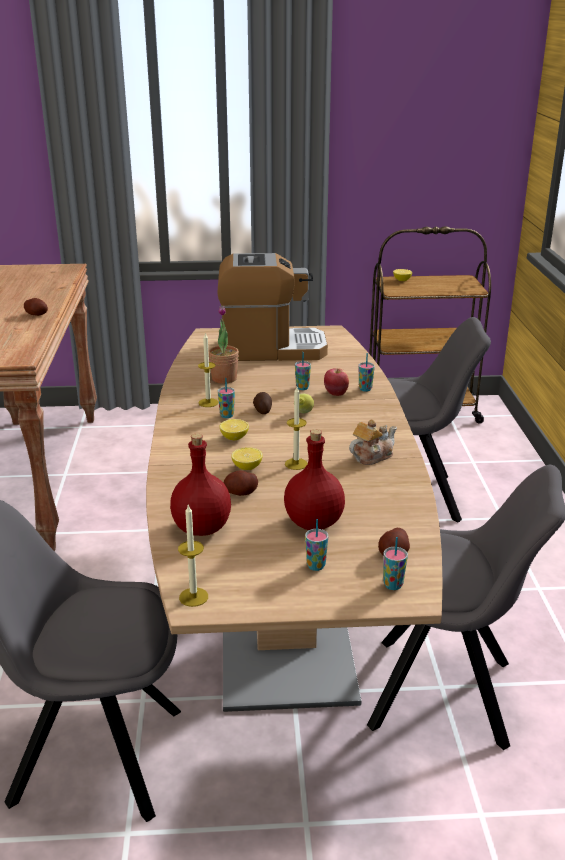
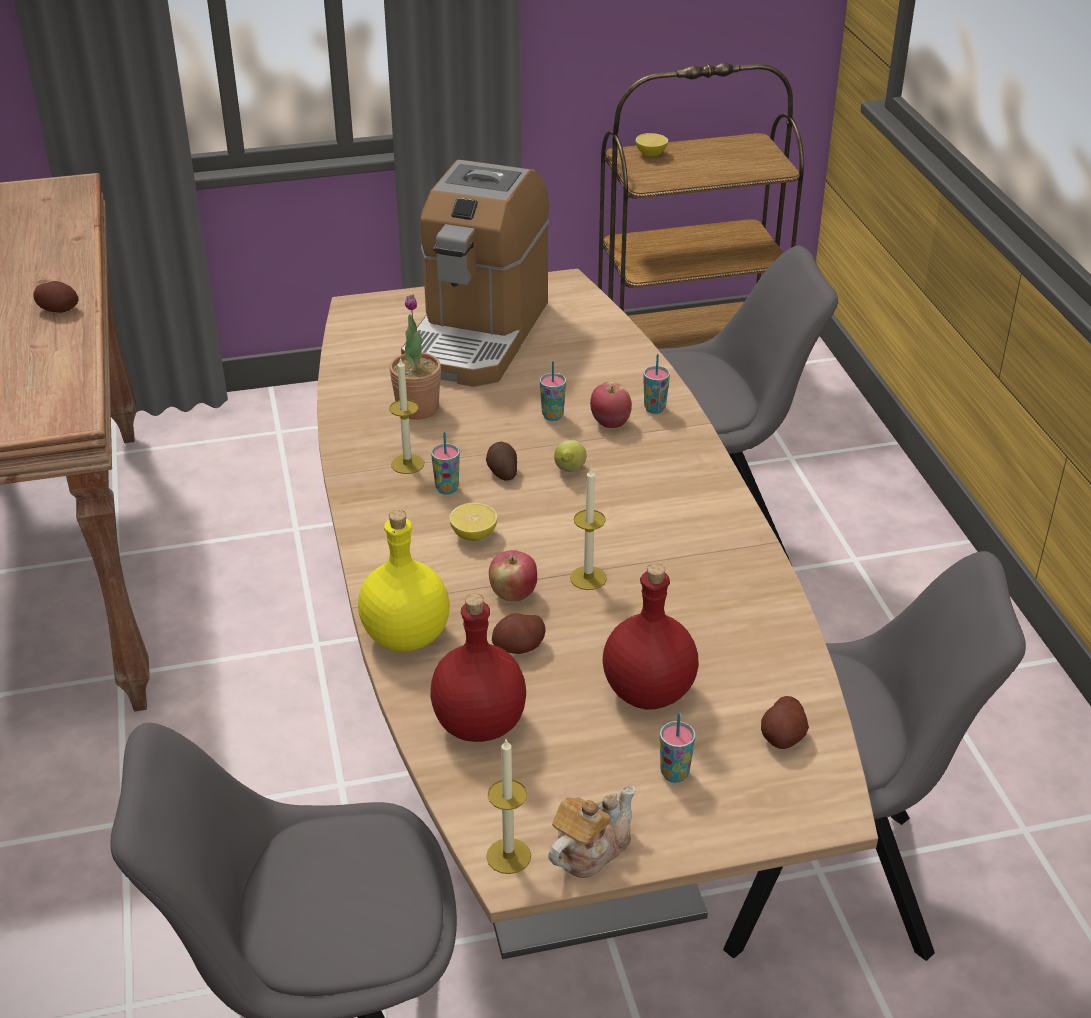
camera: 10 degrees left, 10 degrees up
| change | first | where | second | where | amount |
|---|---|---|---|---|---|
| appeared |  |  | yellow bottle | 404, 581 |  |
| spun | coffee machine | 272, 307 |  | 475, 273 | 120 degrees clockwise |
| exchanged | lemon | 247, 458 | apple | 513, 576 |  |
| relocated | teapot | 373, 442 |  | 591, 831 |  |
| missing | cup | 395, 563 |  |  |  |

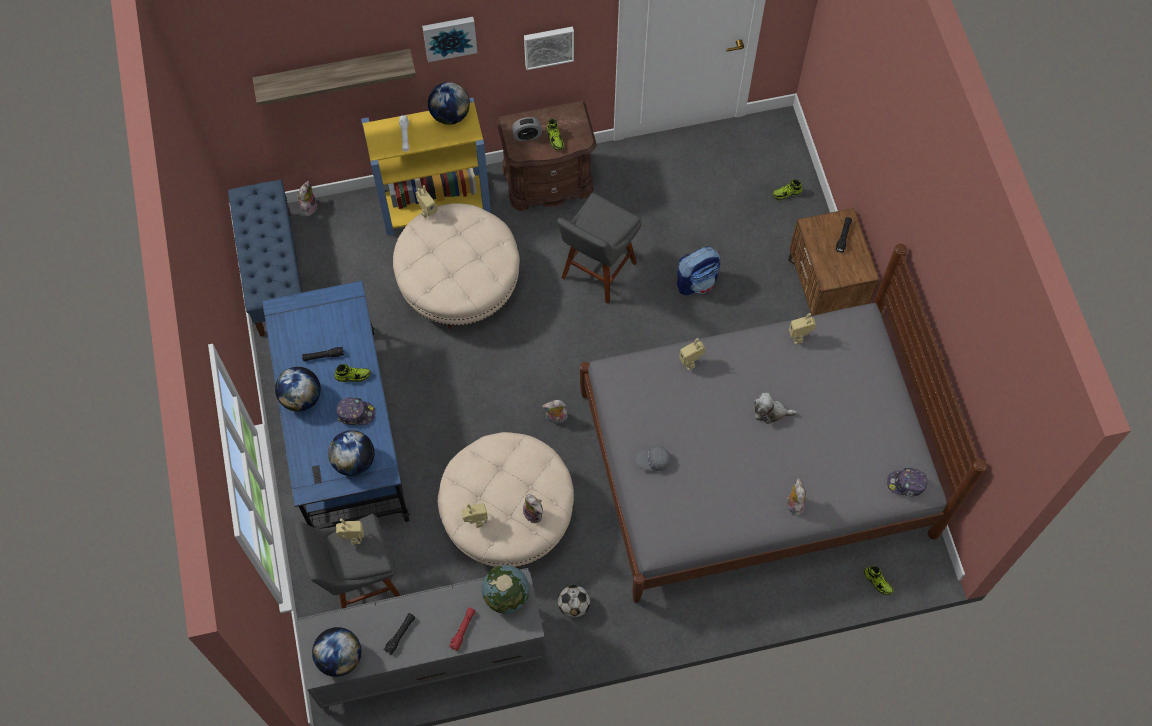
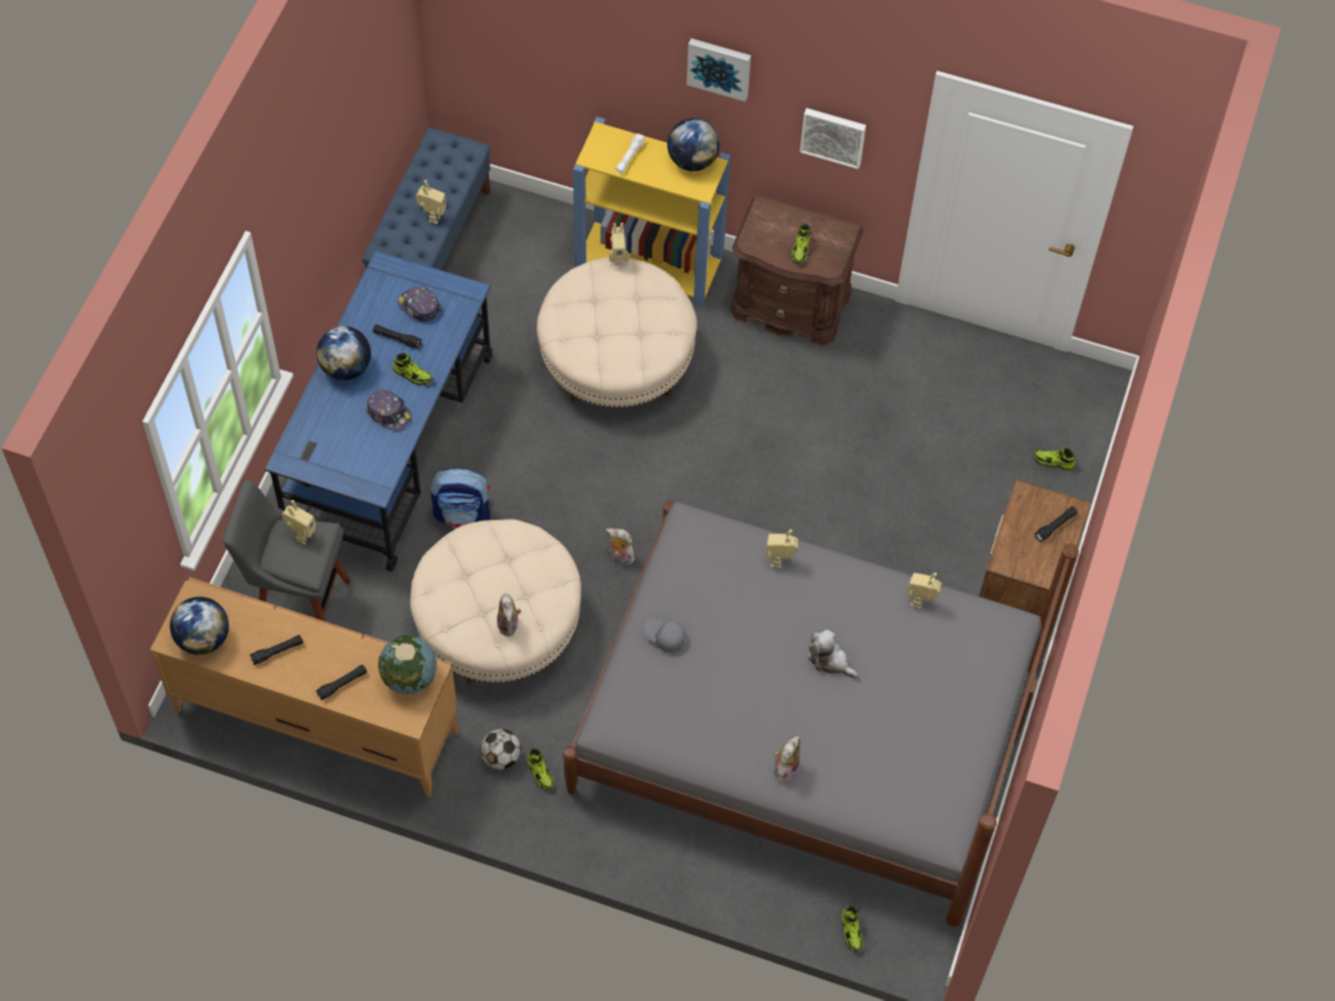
camera: 30 degrees right, 5 degrees down
| change | first | where | second | where | amount |
|---|---|---|---|---|---|
| colour | grey dresser | 421, 640 | brown dresser | 304, 687 |  |
| colour | red flashlight | 462, 629 | black flashlight | 341, 682 |  |
| relocated | cap | 907, 482 |  | 420, 304 |  |
| relocated | toy robot | 474, 515 |  | 431, 202 |  |
| relocated | backpack | 698, 270 |  | 460, 498 |  |
| appeared |  |  | shoe | 541, 769 |  |
| missing | shelf | 334, 77 |  |  |  |
| missing | plush toy | 307, 198 |  |  |  |
| missing | globe | 351, 453 |  |  |  |
| missing | alarm clock | 527, 129 |  |  |  |
| missing | grey stool | 599, 248 |  |  |  |

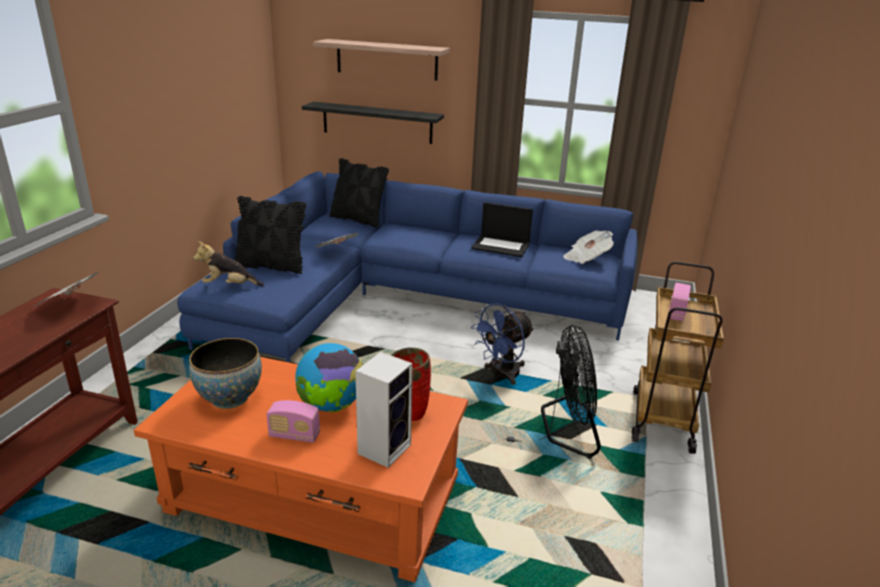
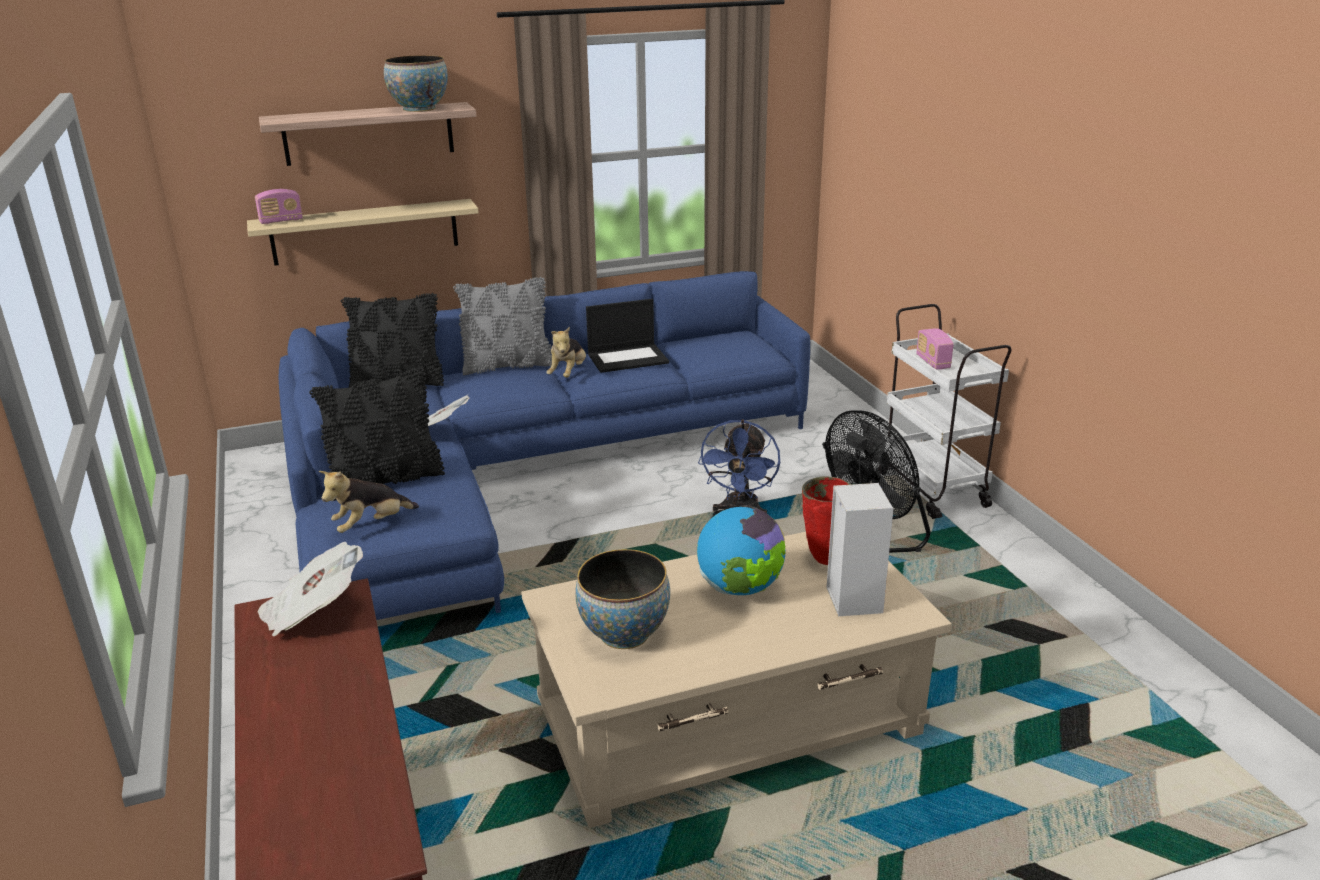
camera: 35 degrees left, 0 degrees up
| change | first | where | second | where | amount |
|---|---|---|---|---|---|
| colour | black shelf | 373, 123 | beige shelf | 363, 232 |  |
| relocated | radio | 293, 421 |  | 279, 206 |  |
| appeared |  |  | bowl | 416, 83 |  |
| appeared |  |  | grey pillow | 502, 326 |  |
| colour | orange coffee table | 301, 469 | beige coffee table | 736, 680 |  |
| appeared |  |  | plush toy | 566, 352 |  |
| colour | brown cart | 677, 358 | white cart | 944, 411 |  |
| missing | newspaper | 588, 247 |  |  |  |

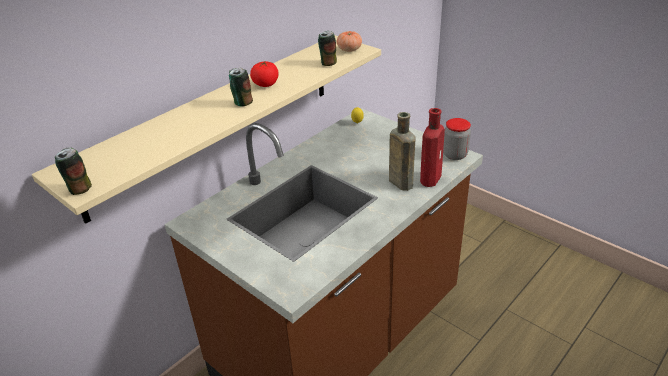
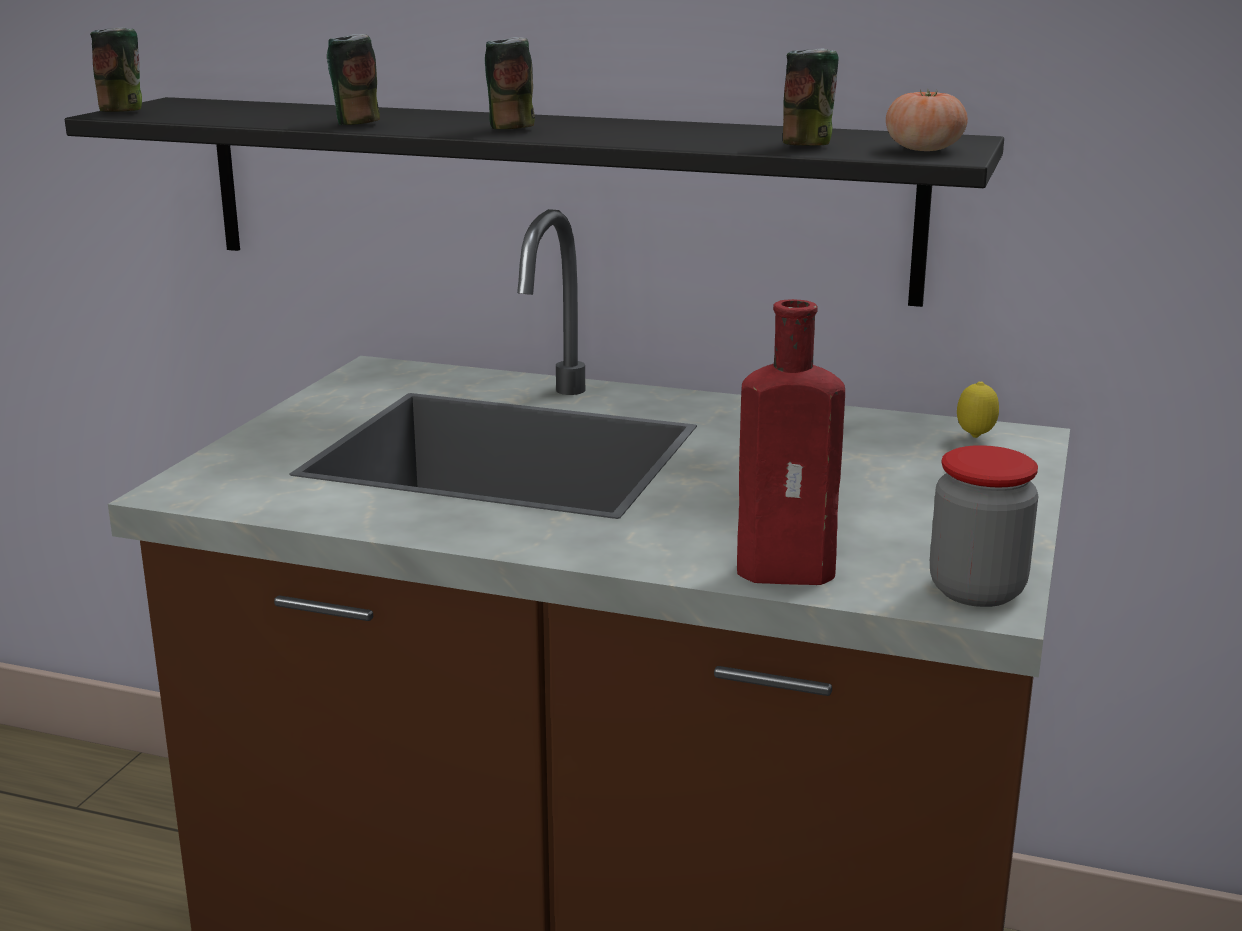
camera: 65 degrees right, 15 degrees down
| change | first | where | second | where | amount |
|---|---|---|---|---|---|
| colour | beige shelf | 206, 129 | black shelf | 534, 202 |  |
| appeared |  |  | can | 353, 79 |  |
| missing | tomato | 264, 74 |  |  |  |
| missing | brown bottle | 402, 151 |  |  |  |

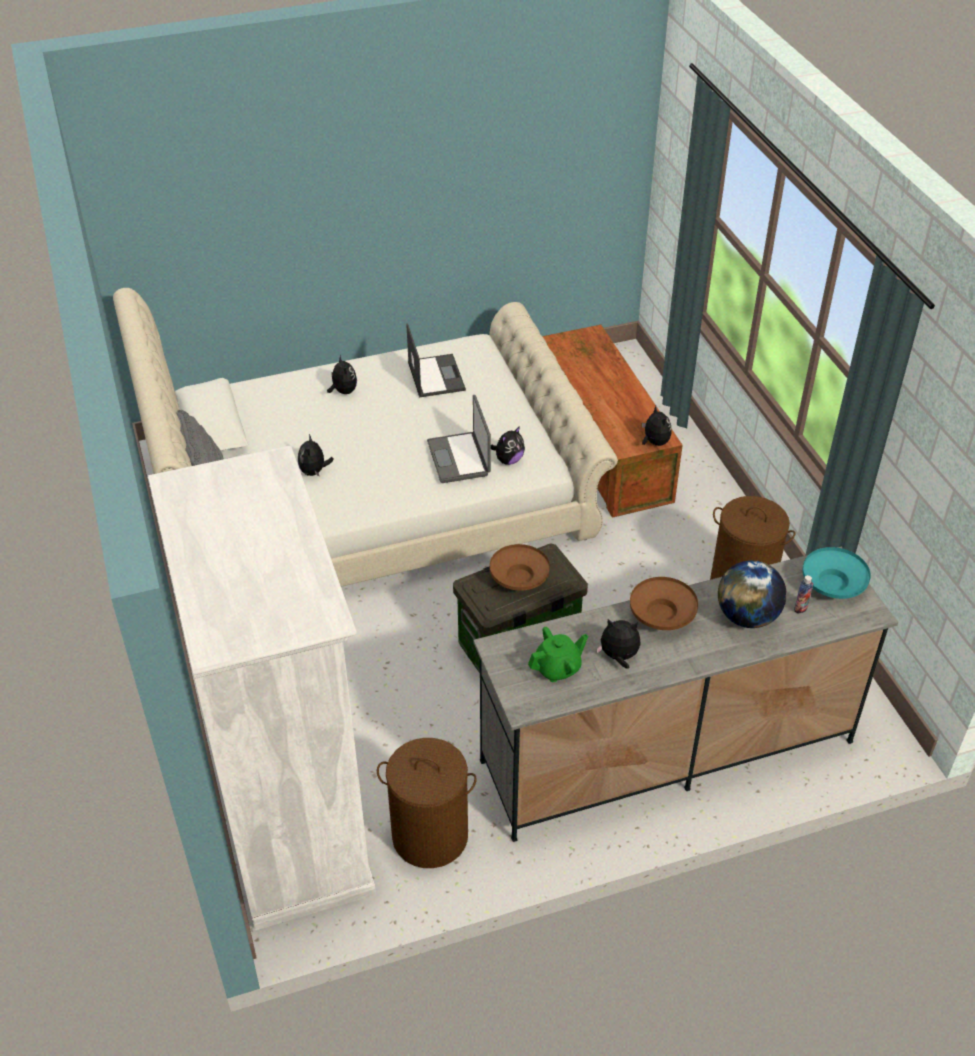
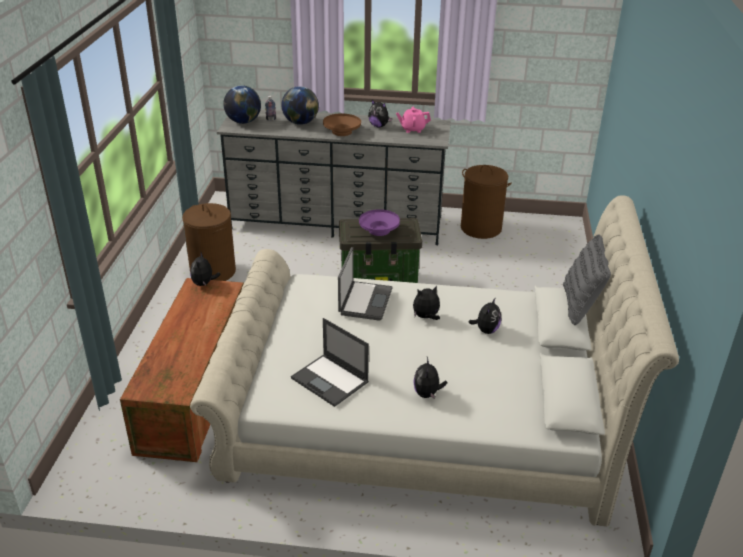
camera: 155 degrees left, 10 degrees down
| change | first | where | second | where | amount |
|---|---|---|---|---|---|
| exchanged | turquoise bowl | 837, 573 | globe | 242, 104 |  |
| spun | laptop | 436, 360 |  | 330, 362 | 60 degrees counterclockwise |
| colour | brown bowl | 520, 567 | purple bowl | 379, 222 |  |
| colour | green teapot | 558, 654 | pink teapot | 413, 120 |  |
| relocated | plush toy | 508, 445 |  | 426, 303 |  |
| missing | white wardrobe | 262, 688 |  |  |  |

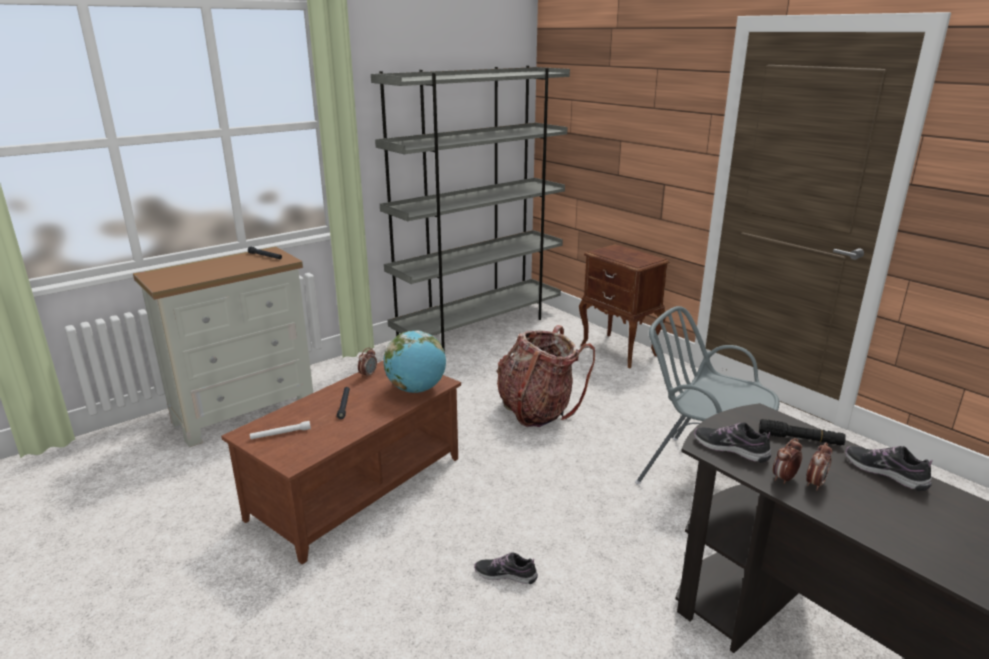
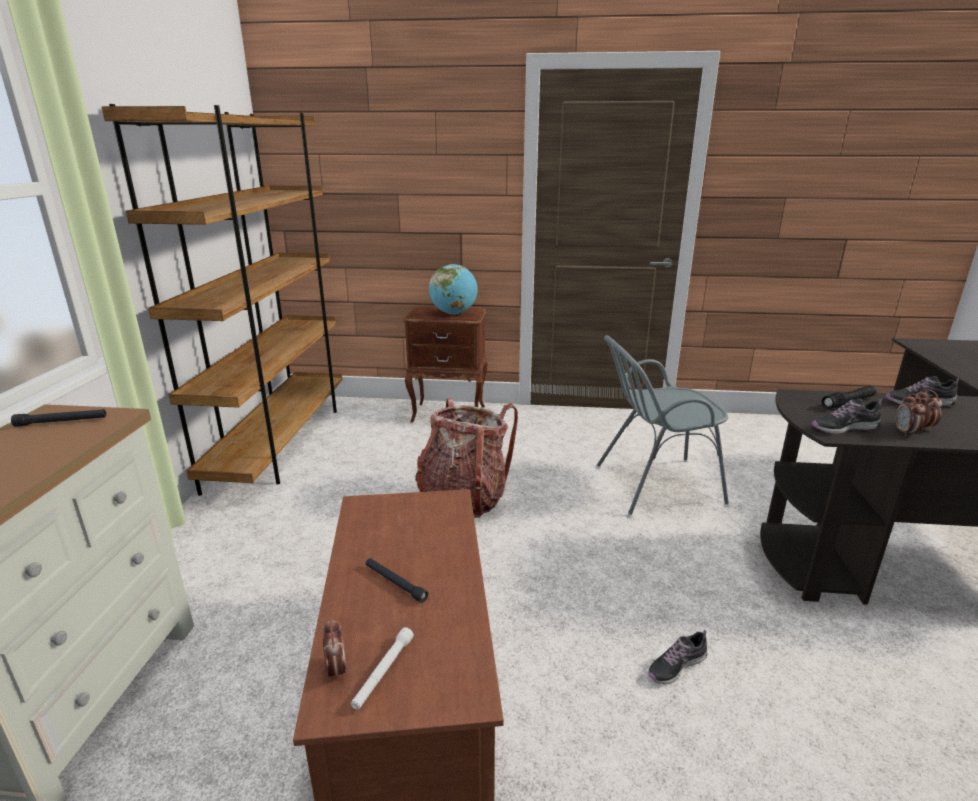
camera: 45 degrees left, 0 degrees up
| change | first | where | second | where | amount |
|---|---|---|---|---|---|
| colour | grey bookcase | 470, 208 | brown bookcase | 222, 300 |  |
| relocated | alarm clock | 367, 363 |  | 335, 649 |  |
| relocated | globe | 415, 362 |  | 453, 289 |  |

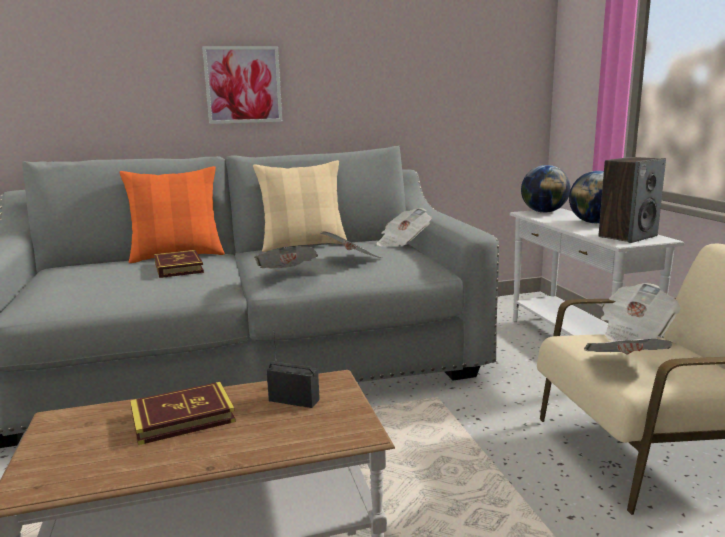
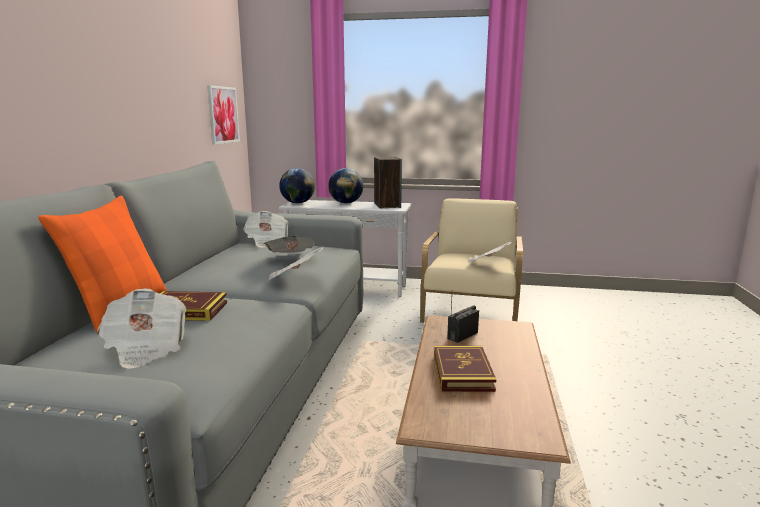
camera: 65 degrees left, 0 degrees up
| change | first | where | second | where | amount |
|---|---|---|---|---|---|
| relocated | newspaper | 640, 312 |  | 141, 329 |  |
| relocated | picture | 242, 85 |  | 223, 115 |  |
| missing | beige pillow | 300, 206 |  |  |  |

